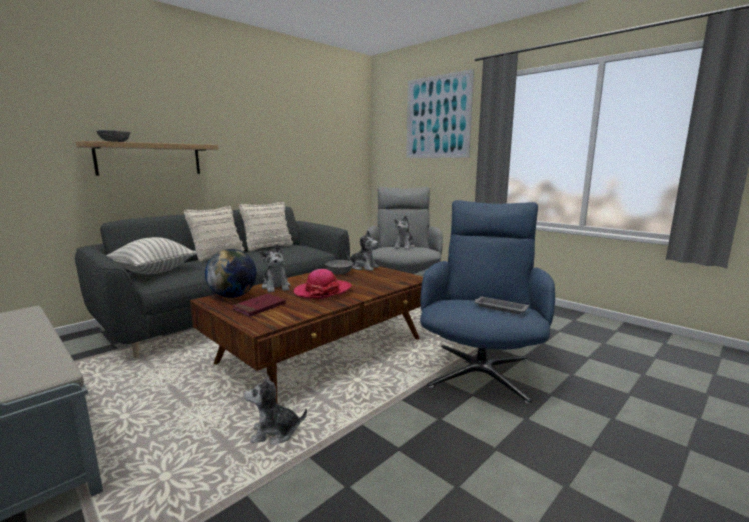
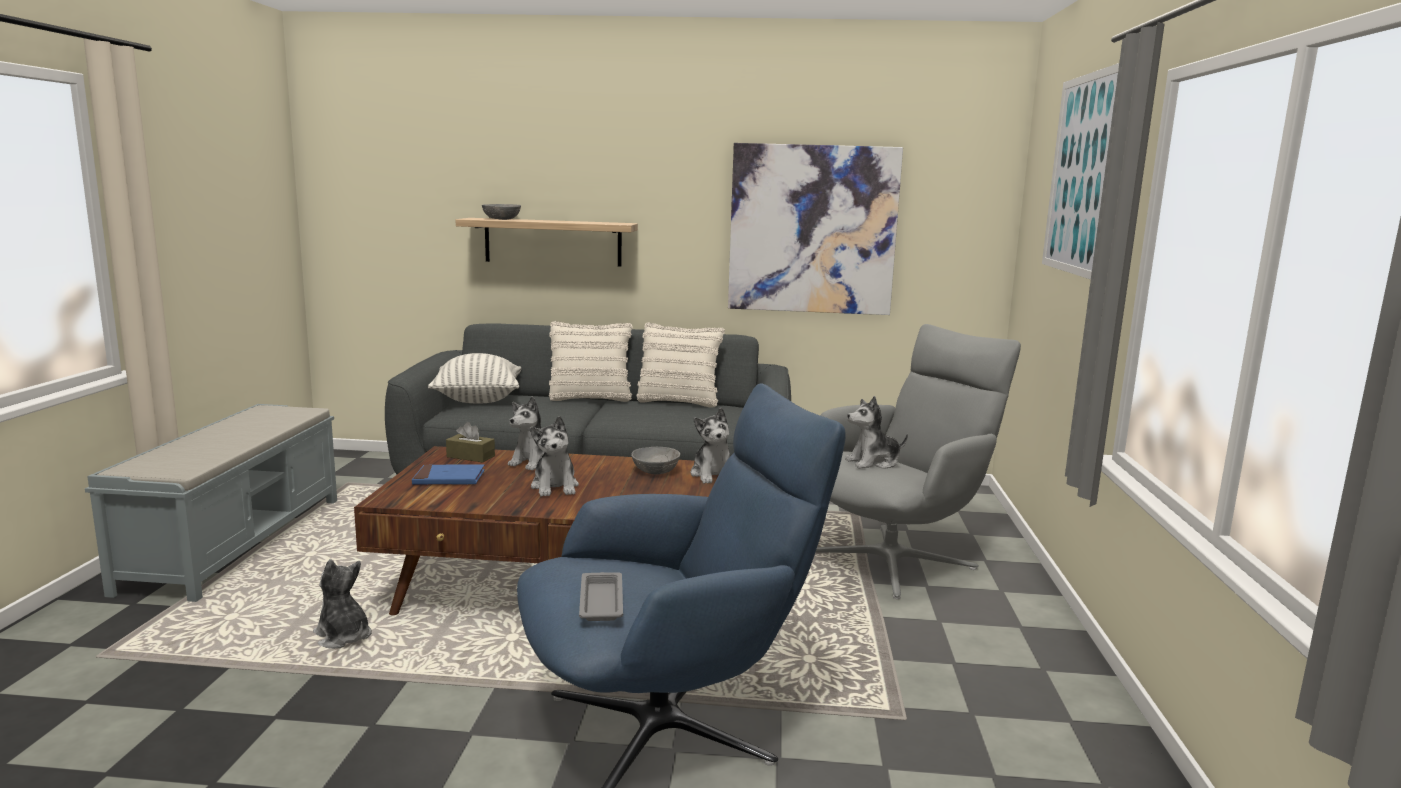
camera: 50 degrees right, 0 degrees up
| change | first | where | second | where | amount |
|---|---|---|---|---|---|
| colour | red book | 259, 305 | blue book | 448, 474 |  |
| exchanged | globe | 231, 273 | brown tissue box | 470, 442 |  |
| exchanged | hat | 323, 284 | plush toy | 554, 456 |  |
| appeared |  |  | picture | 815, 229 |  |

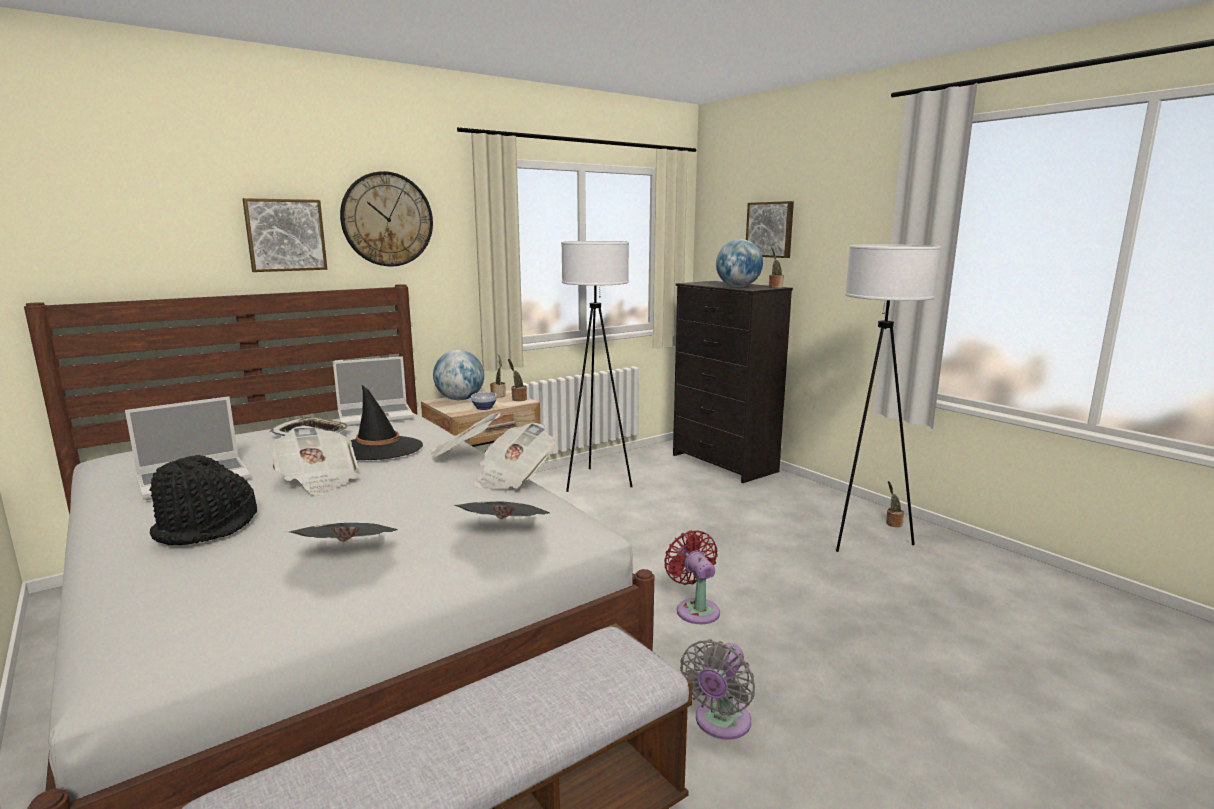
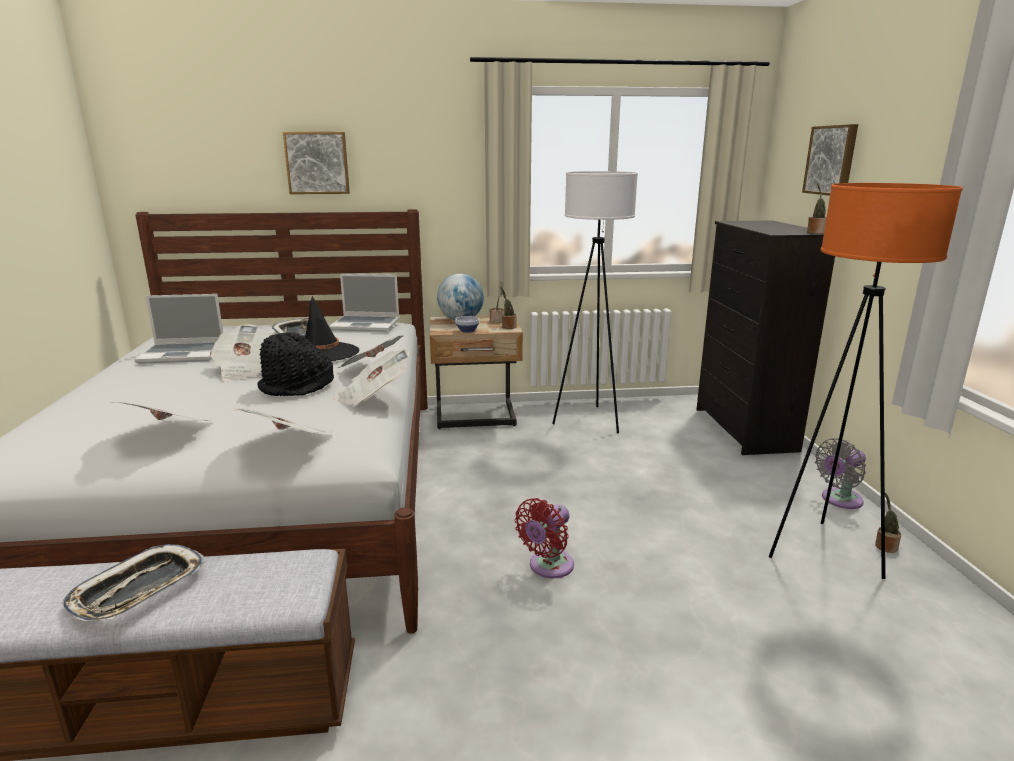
camera: 30 degrees right, 5 degrees up
| change | first | where | second | where | amount |
|---|---|---|---|---|---|
| appeared |  |  | tray | 133, 582 |  |
| relocated | black hat | 203, 500 |  | 296, 364 |  |
| spun | red fan | 692, 577 |  | 544, 538 | 150 degrees counterclockwise |
| colour | white floor lamp | 888, 398 | orange floor lamp | 866, 381 |  |
| relocated | grey fan | 717, 689 |  | 840, 473 |  |
| missing | wall clock | 386, 219 |  |  |  |
| missing | globe | 739, 263 |  |  |  |

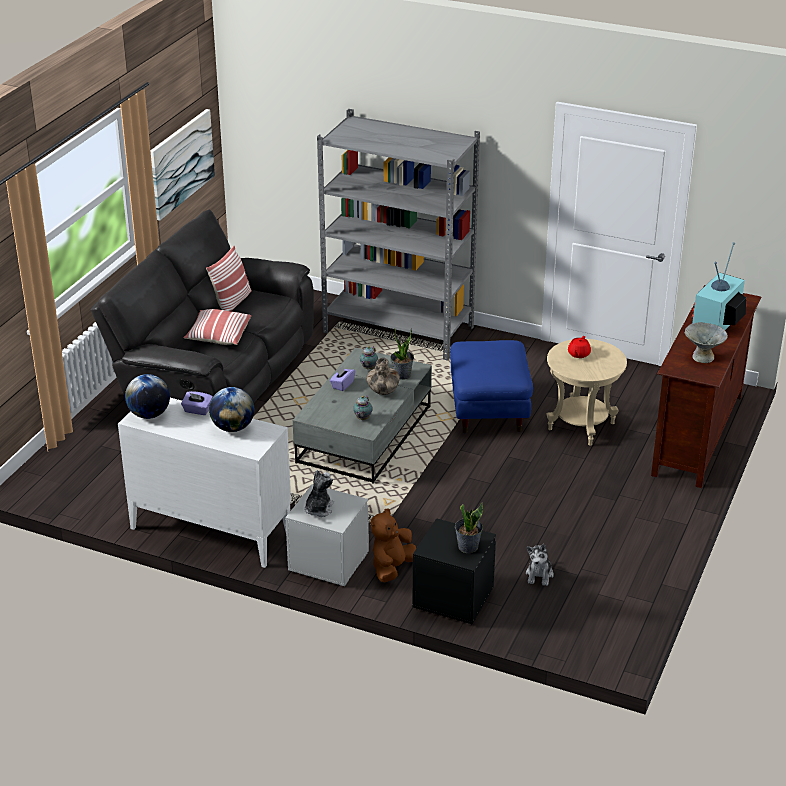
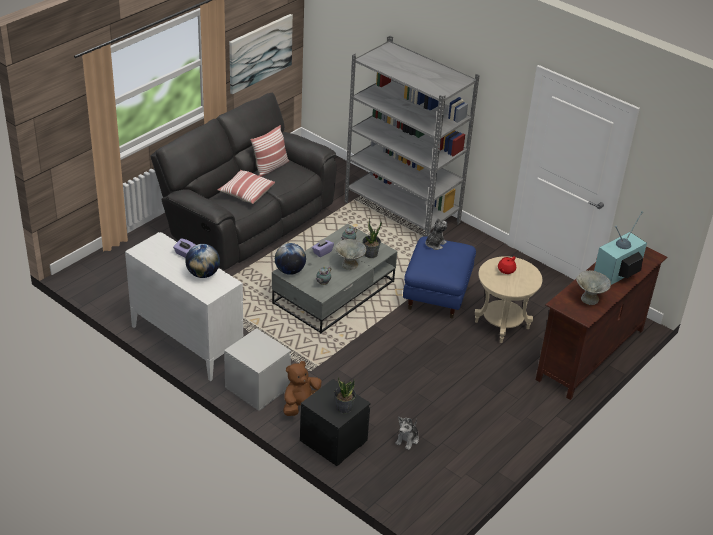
camera: 15 degrees right, 5 degrees up
| change | first | where | second | where | amount |
|---|---|---|---|---|---|
| relocated | globe | 147, 396 |  | 290, 259 |  |
| exchanged | vase | 383, 376 | grey bowl | 350, 254 |  |
| relocated | plush toy | 319, 493 |  | 436, 234 |  |

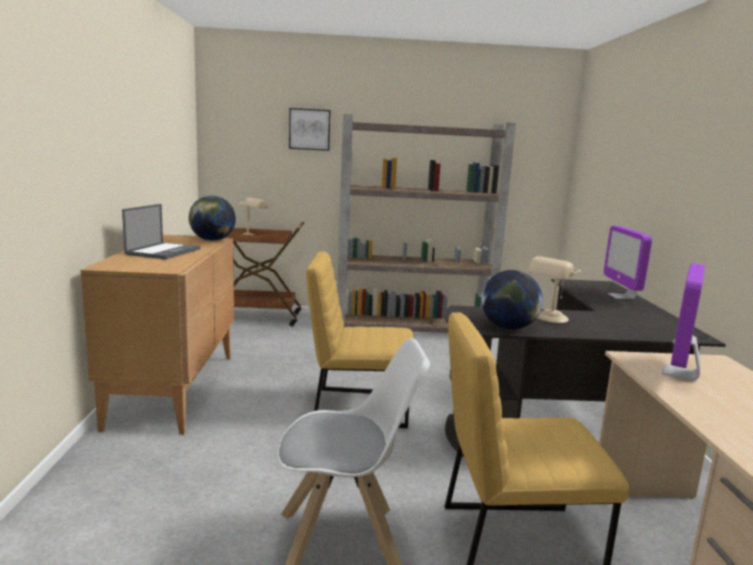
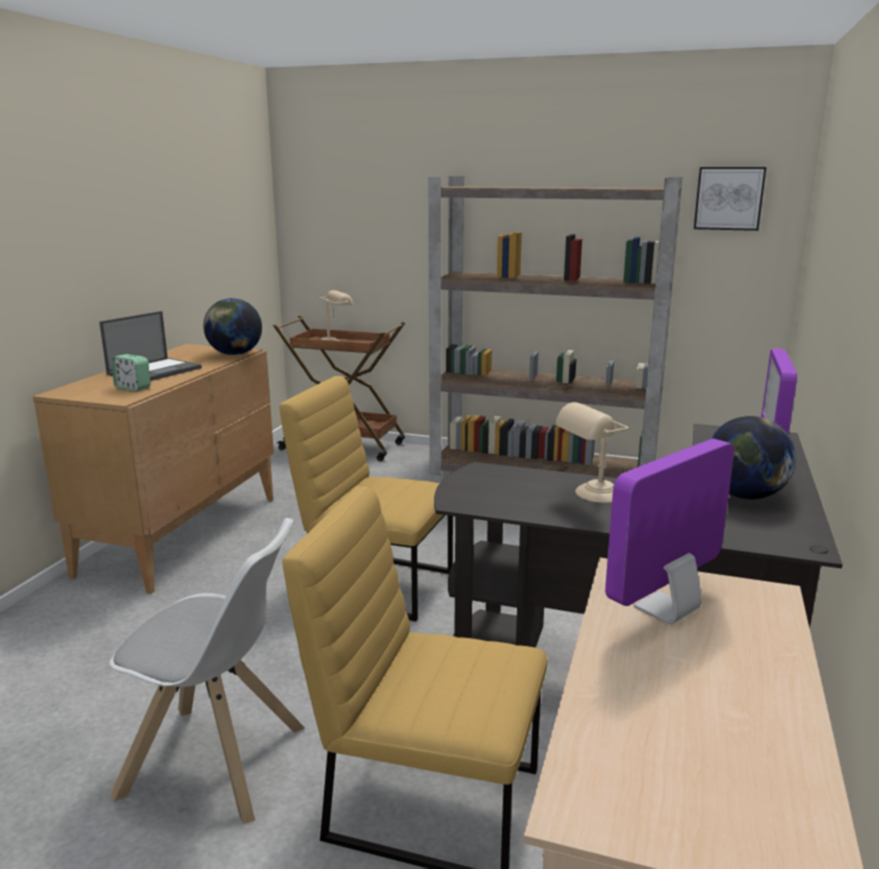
camera: 20 degrees right, 5 degrees up
| change | first | where | second | where | amount |
|---|---|---|---|---|---|
| appeared |  |  | alarm clock | 130, 372 |  |
| relocated | picture | 309, 129 |  | 730, 199 |  |
| relocated | globe | 512, 300 |  | 753, 457 |  |

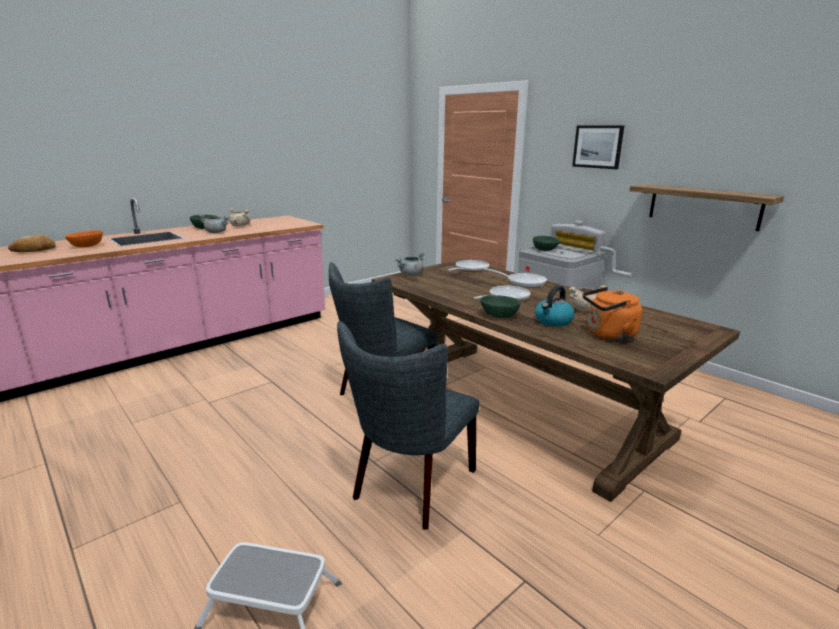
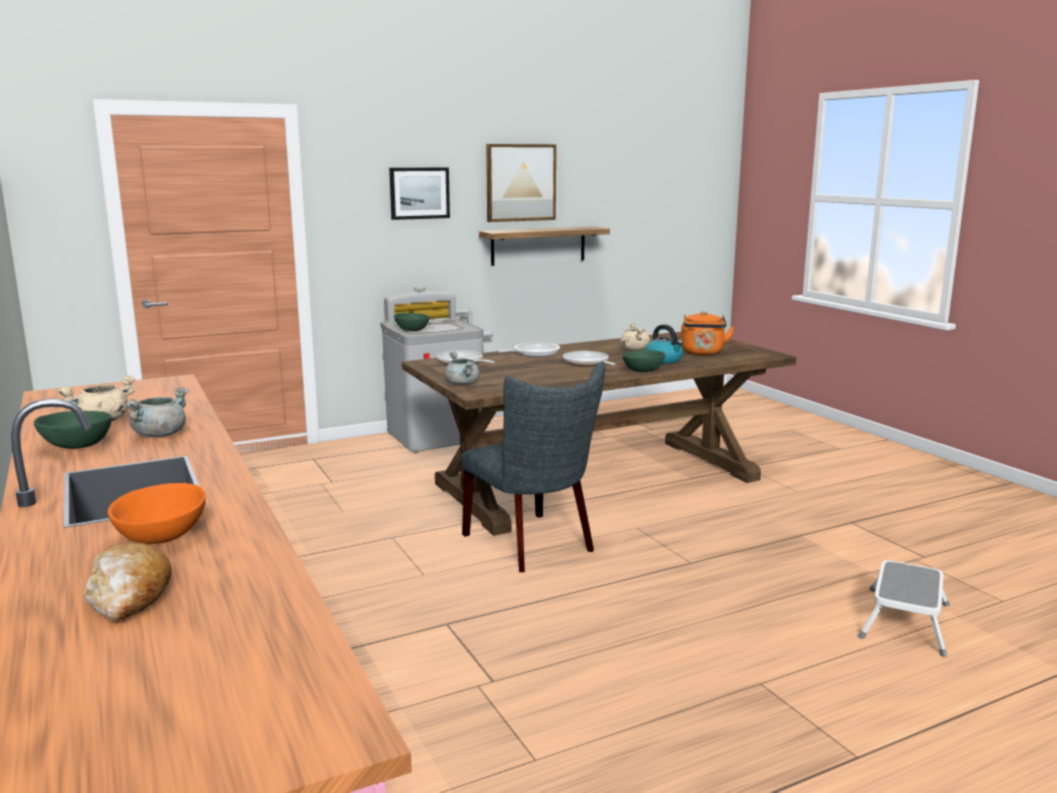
camera: 75 degrees left, 5 degrees down
| change | first | where | second | where | amount |
|---|---|---|---|---|---|
| appeared |  |  | picture | 521, 183 |  |
| missing | grey chair | 408, 425 |  |  |  |

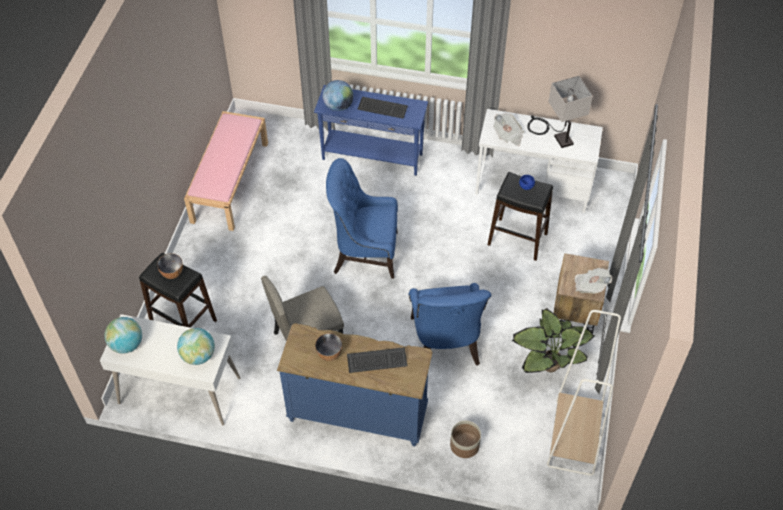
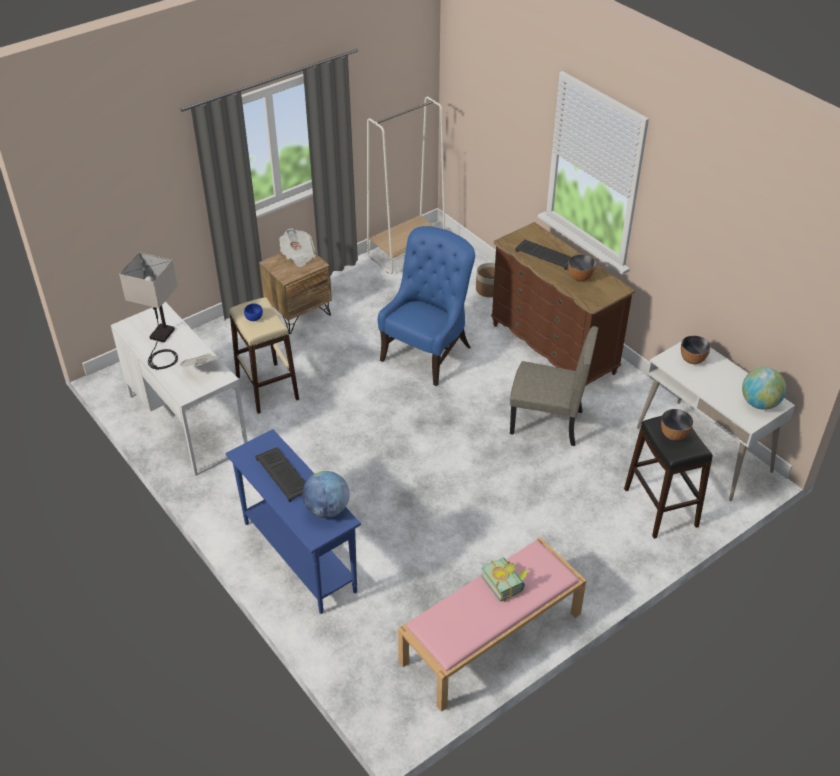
camera: 140 degrees left, 10 degrees down
| change | first | where | second | where | amount |
|---|---|---|---|---|---|
| colour | black stool | 520, 216 | beige stool | 264, 355 |  |
| appeared |  |  | book | 505, 580 |  |
| colour | blue dresser | 355, 385 | brown dresser | 563, 304 |  |
| exchanged | globe | 196, 346 | bowl | 696, 350 |  |
| missing | blue chair | 362, 218 |  |  |  |
| missing | potted plant | 553, 340 |  |  |  |

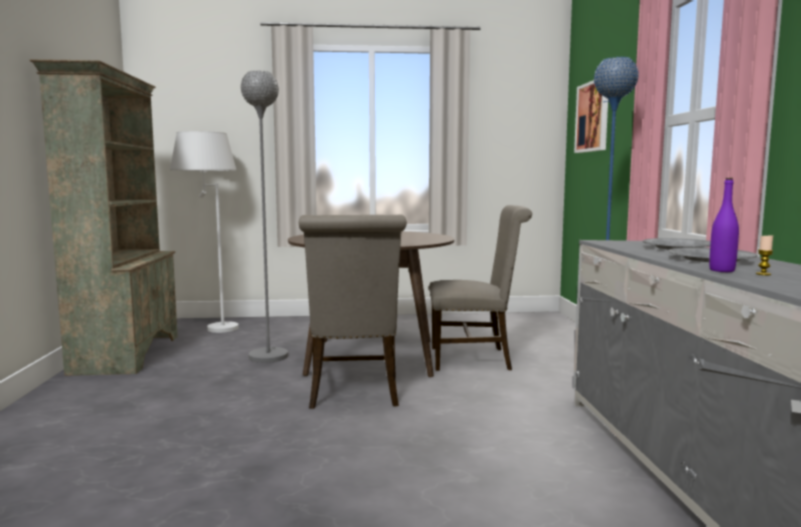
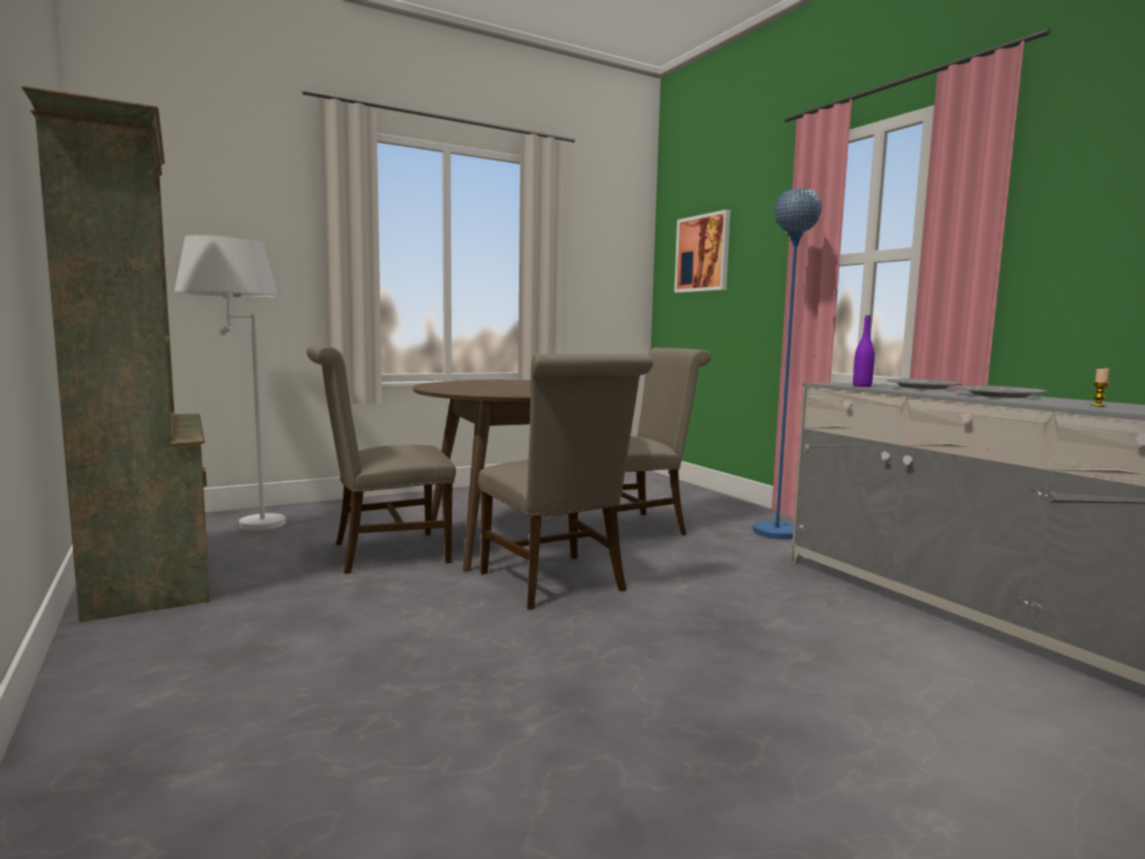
camera: 25 degrees left, 0 degrees up
| change | first | where | second | where | amount |
|---|---|---|---|---|---|
| exchanged | grey floor lamp | 264, 216 | beige chair | 381, 459 |  |
| relocated | purple bottle | 724, 225 |  | 864, 351 |  |

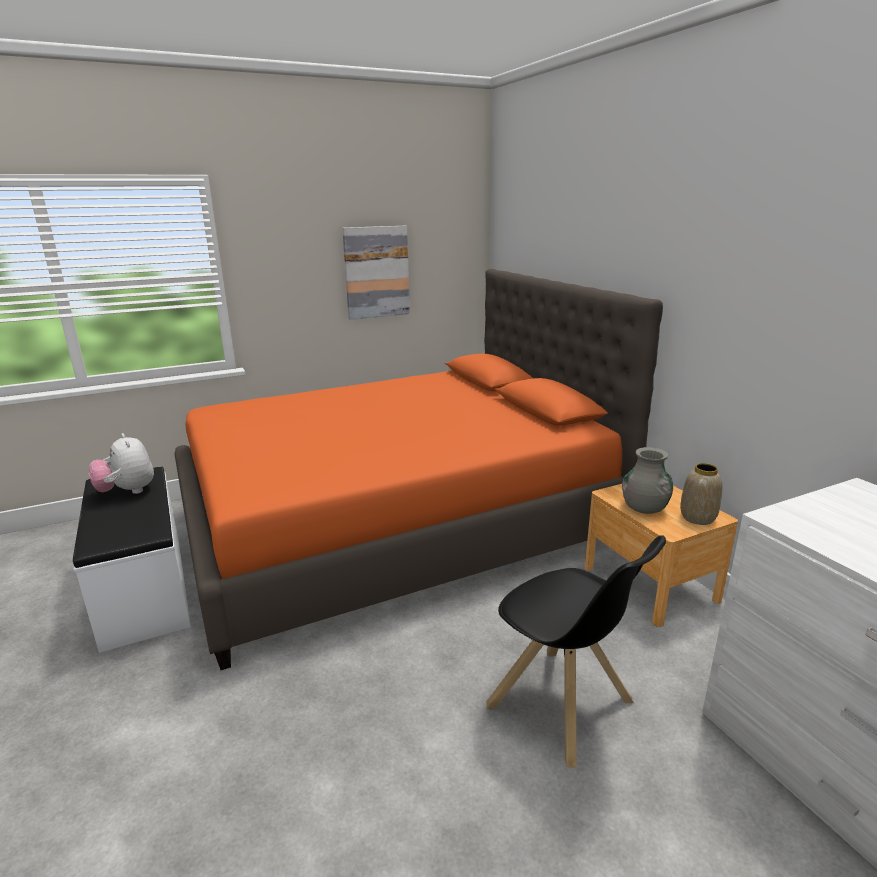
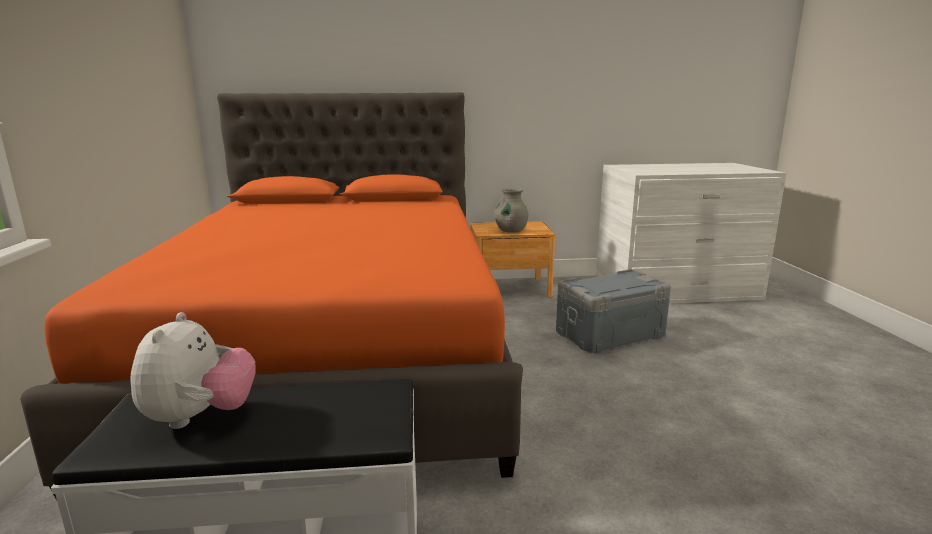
camera: 70 degrees left, 5 degrees down
| change | first | where | second | where | amount |
|---|---|---|---|---|---|
| spun | plush toy | 121, 463 |  | 193, 370 | 75 degrees counterclockwise |
| exchanged | black chair | 576, 651 | grey storage box | 613, 311 |  |
| missing | picture | 376, 273 |  |  |  |
| missing | vase | 701, 494 |  |  |  |

